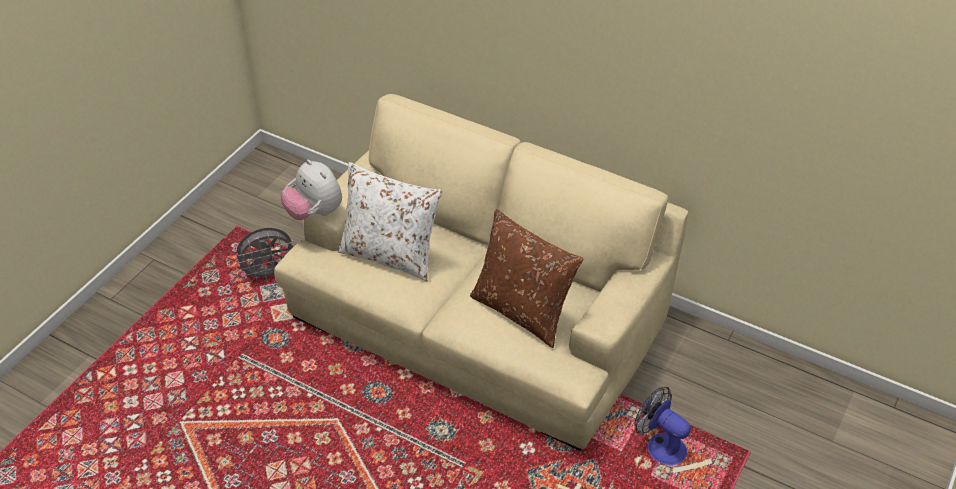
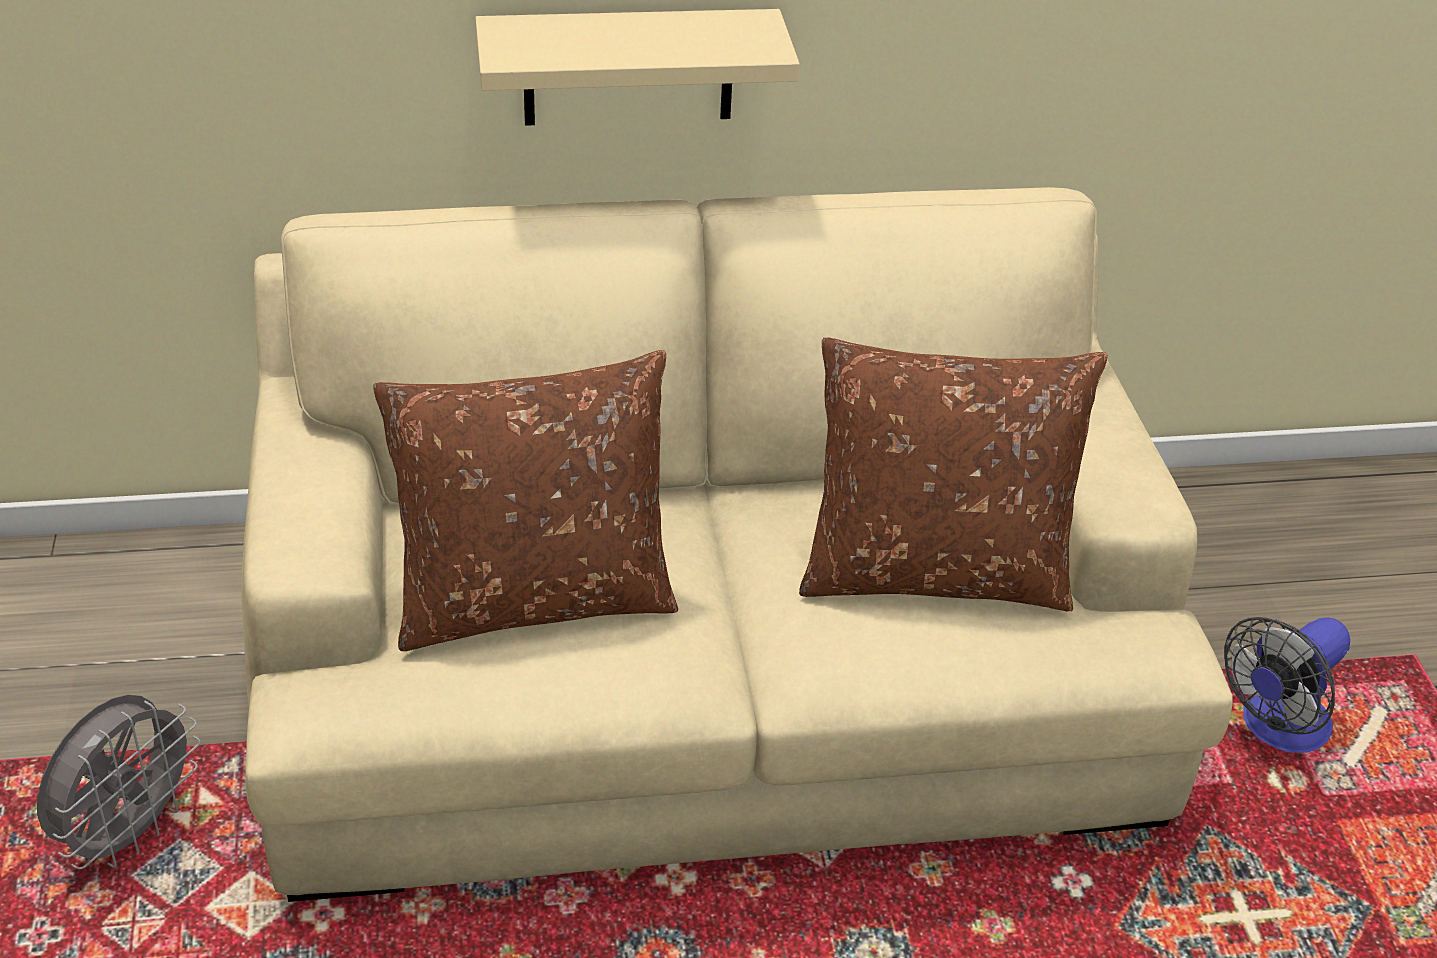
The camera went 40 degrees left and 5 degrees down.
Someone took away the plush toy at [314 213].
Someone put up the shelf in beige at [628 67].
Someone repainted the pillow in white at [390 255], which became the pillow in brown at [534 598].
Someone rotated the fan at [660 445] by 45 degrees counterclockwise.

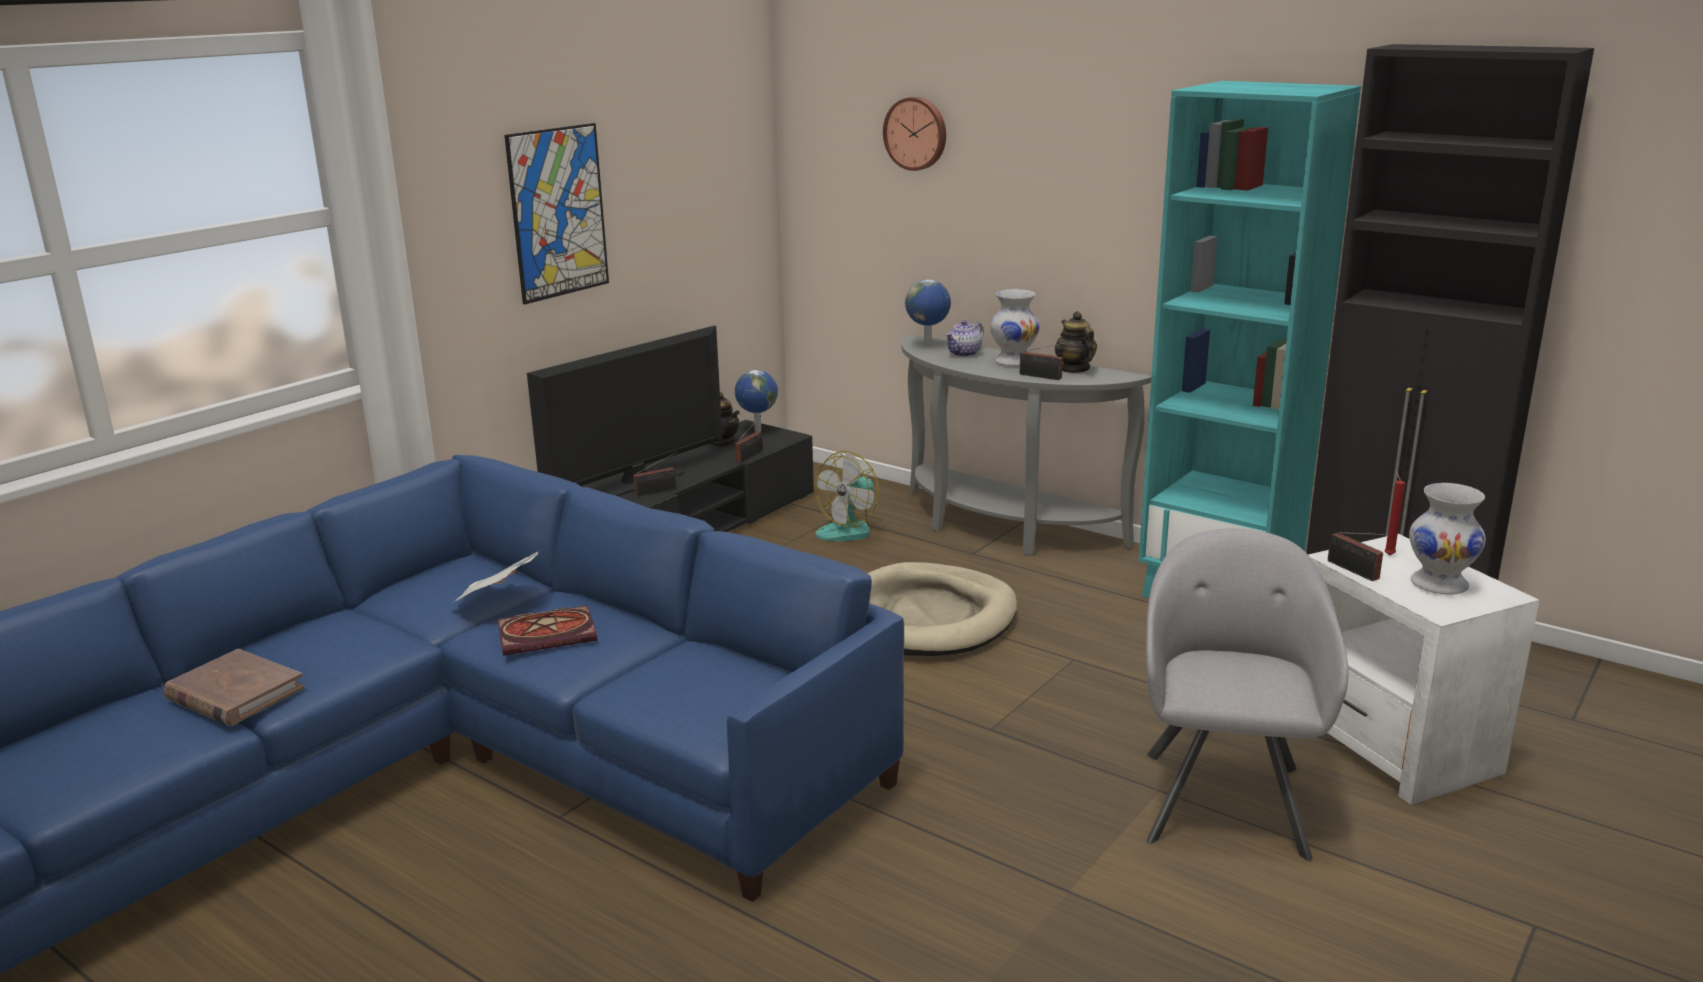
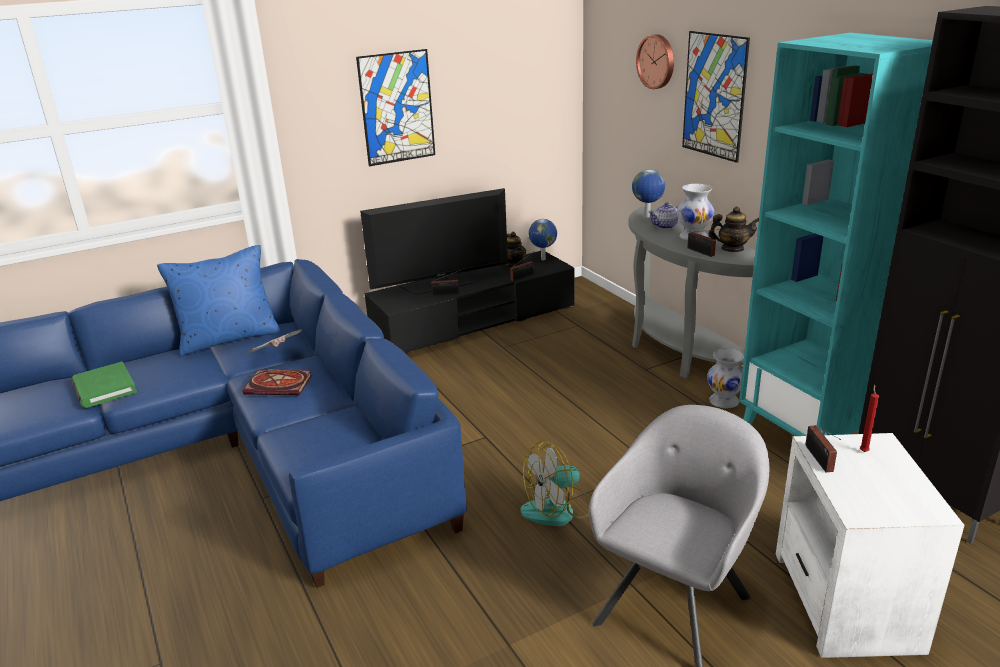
The camera went 25 degrees right and 5 degrees up.
Someone took away the dog bed in beige at [927 618].
Someone put down the pillow in blue at [229 338].
Someone put up the picture at [714 96].
Someone carried the fan from [852 530] to [559 509].
Someone carried the vase in white from [1438 585] to [723 401].
Someone repainted the book in brown at [234 694], which became the book in green at [104 388].
Someone rotated the teapot at [1074 369] by 90 degrees clockwise.

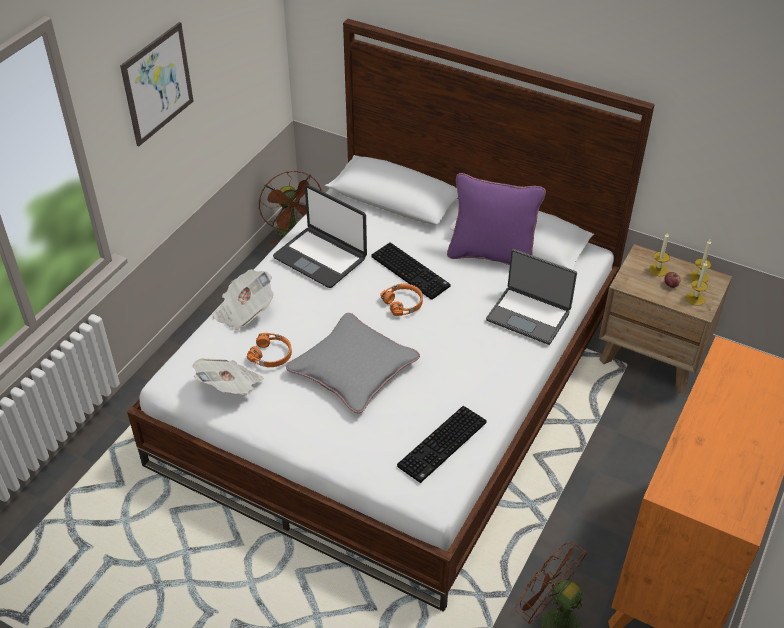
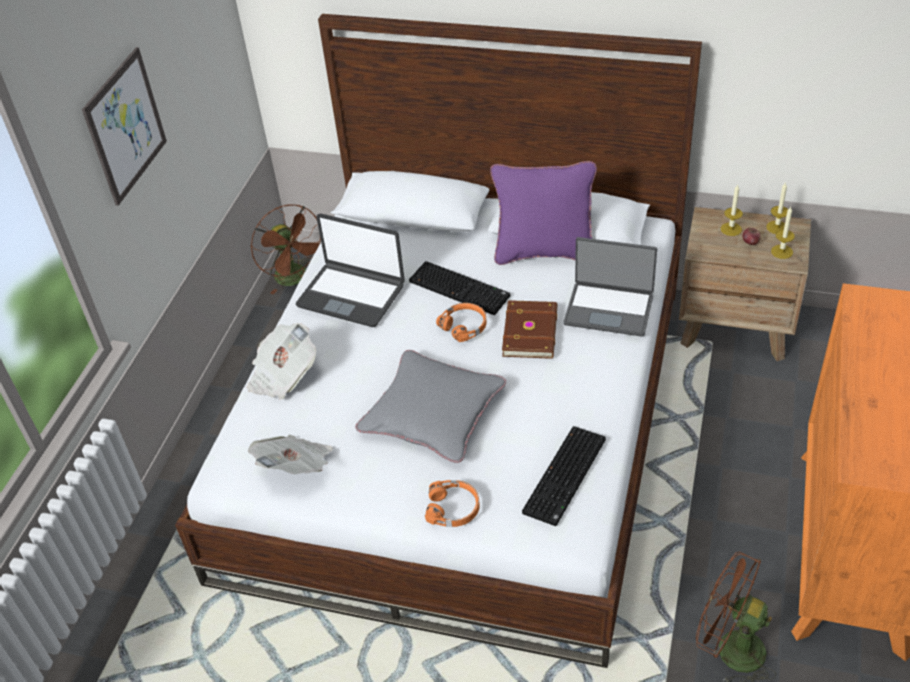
The camera went 10 degrees left and 0 degrees up.
Someone put down the book in brown at [531 332].
Someone carried the headphones in orange from [271 355] to [453 508].

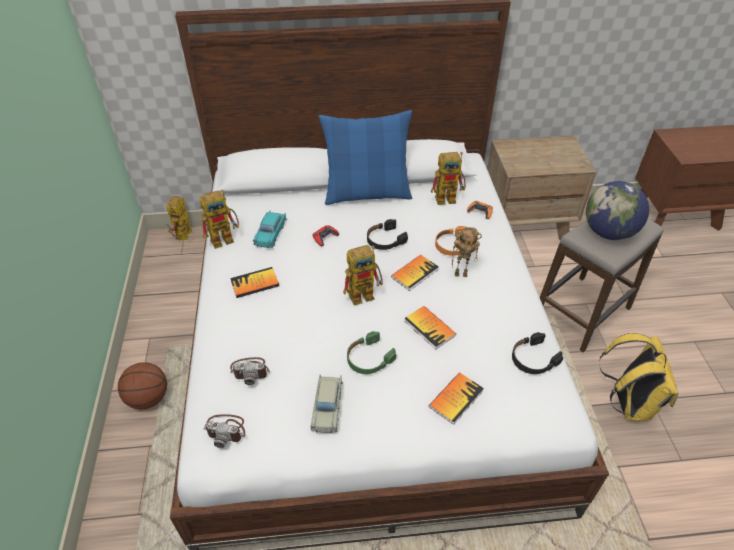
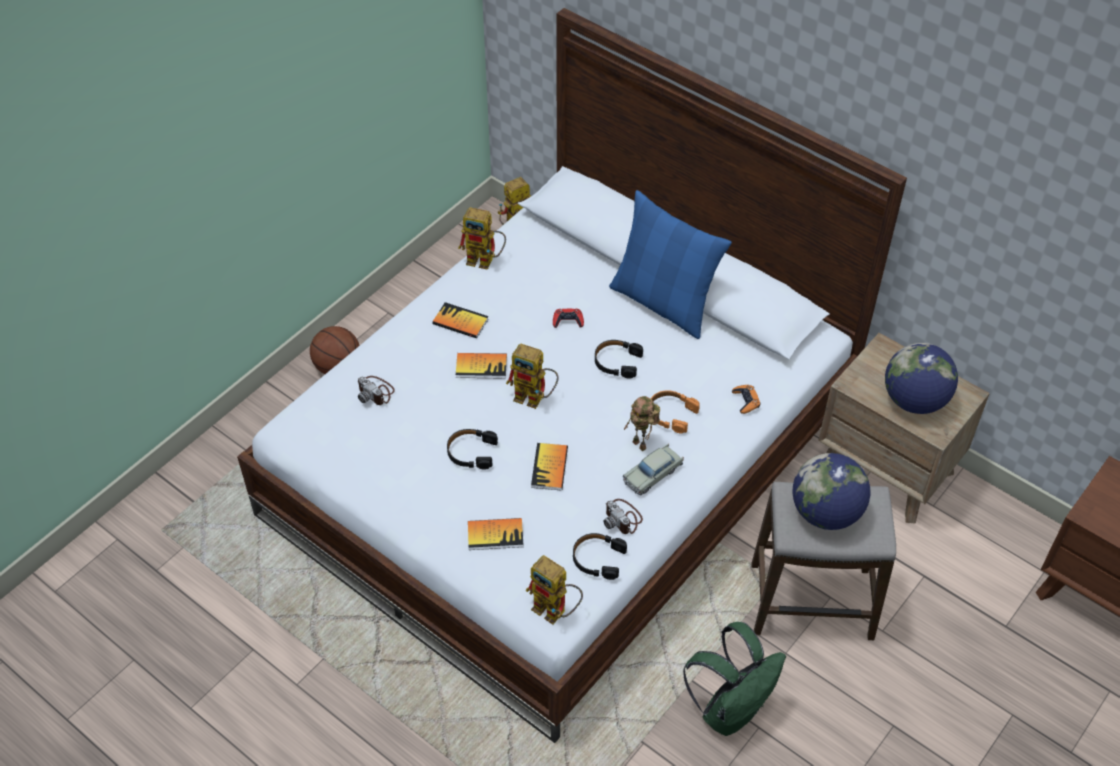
The camera went 45 degrees right and 5 degrees up.
Someone took away the toy car in turquoise at [271 233].
Someone put down the globe at [914 400].
Someone carried the photo camera from [226 430] to [623 518].
Someone carried the toy car in beige from [327 407] to [653 474].
Someone carried the book from [414 273] to [481 366].
Someone carried the toy robot from [449 198] to [556 611].
Someone repainted the headphones in green at [369 358], which became the headphones in black at [471 452].
Someone repainted the backpack in yellow at [627 402], which became the backpack in green at [731 709].

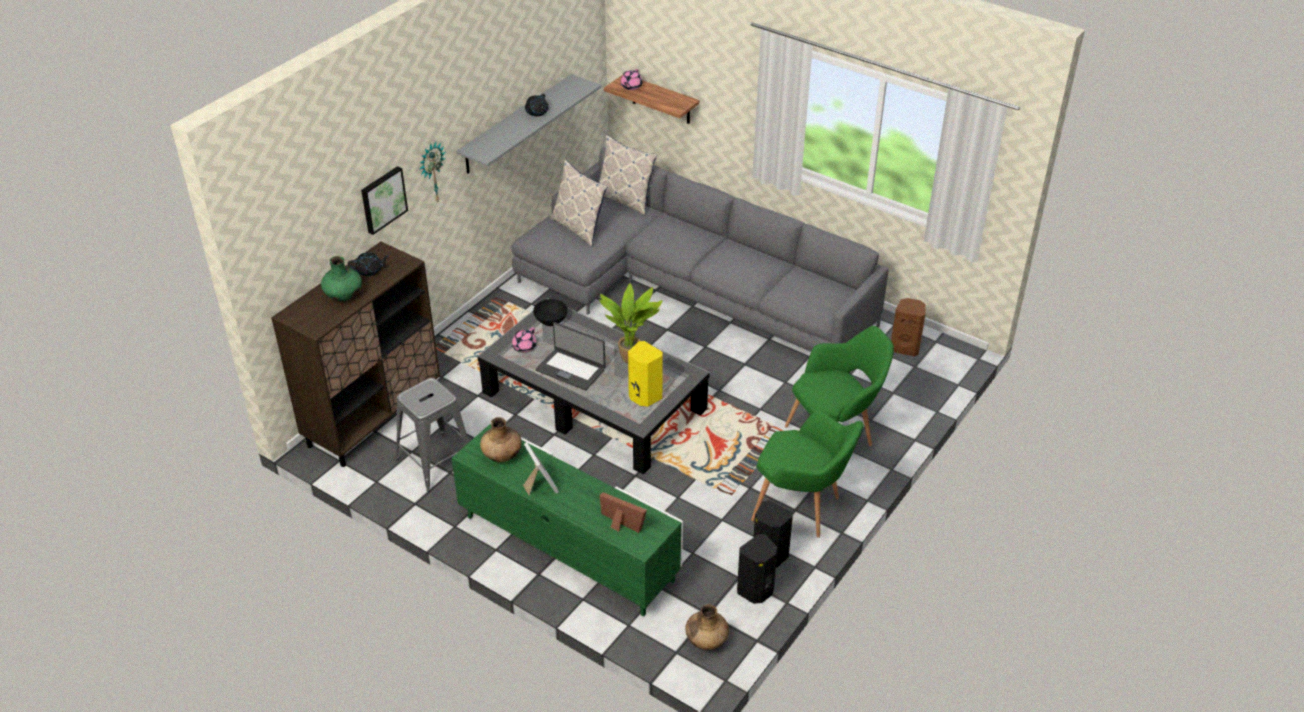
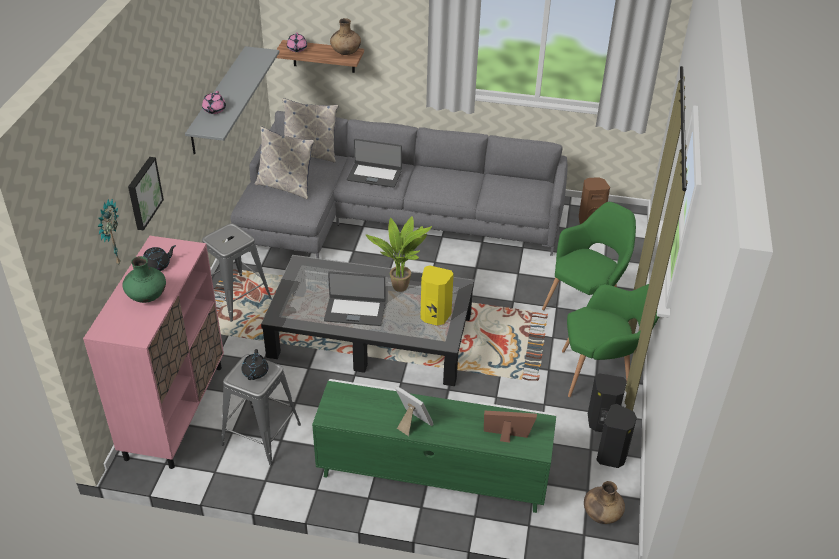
The camera went 25 degrees left and 0 degrees up.
Someone took away the bowl in black at [551 320].
Someone put down the stool in grey at [236 298].
Someone put down the laptop at [374 175].
Someone carried the wall clock from [431 172] to [108 234].
Someone carried the vase in brown from [502 455] to [345 52].
Someone carried the teapot in pink from [524 347] to [214 110].
Someone carried the teapot in black from [536 112] to [255 372].
Someone repainted the cabinet in brown at [374 417], which became the cabinet in pink at [175 411].

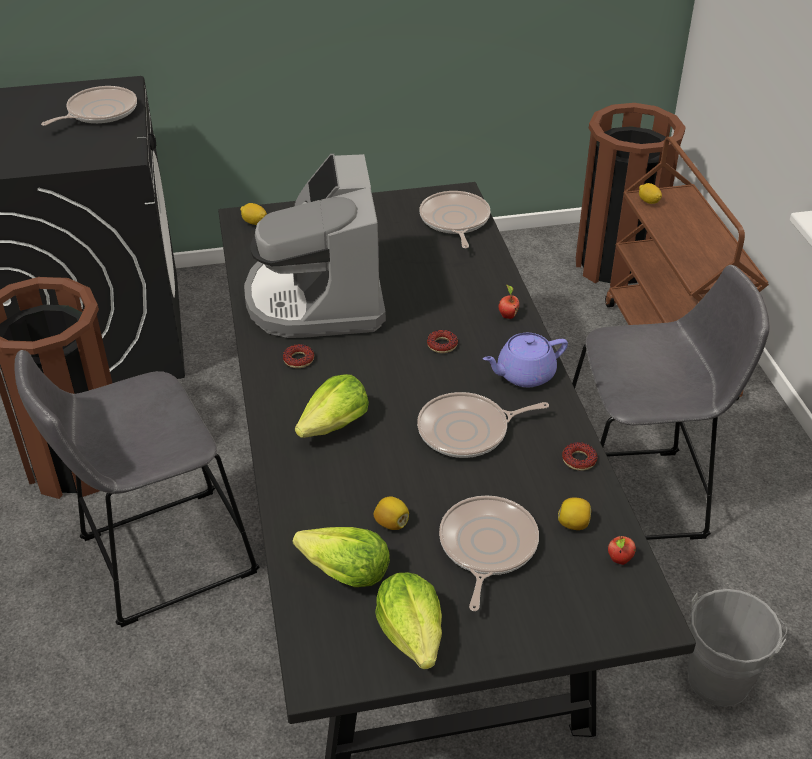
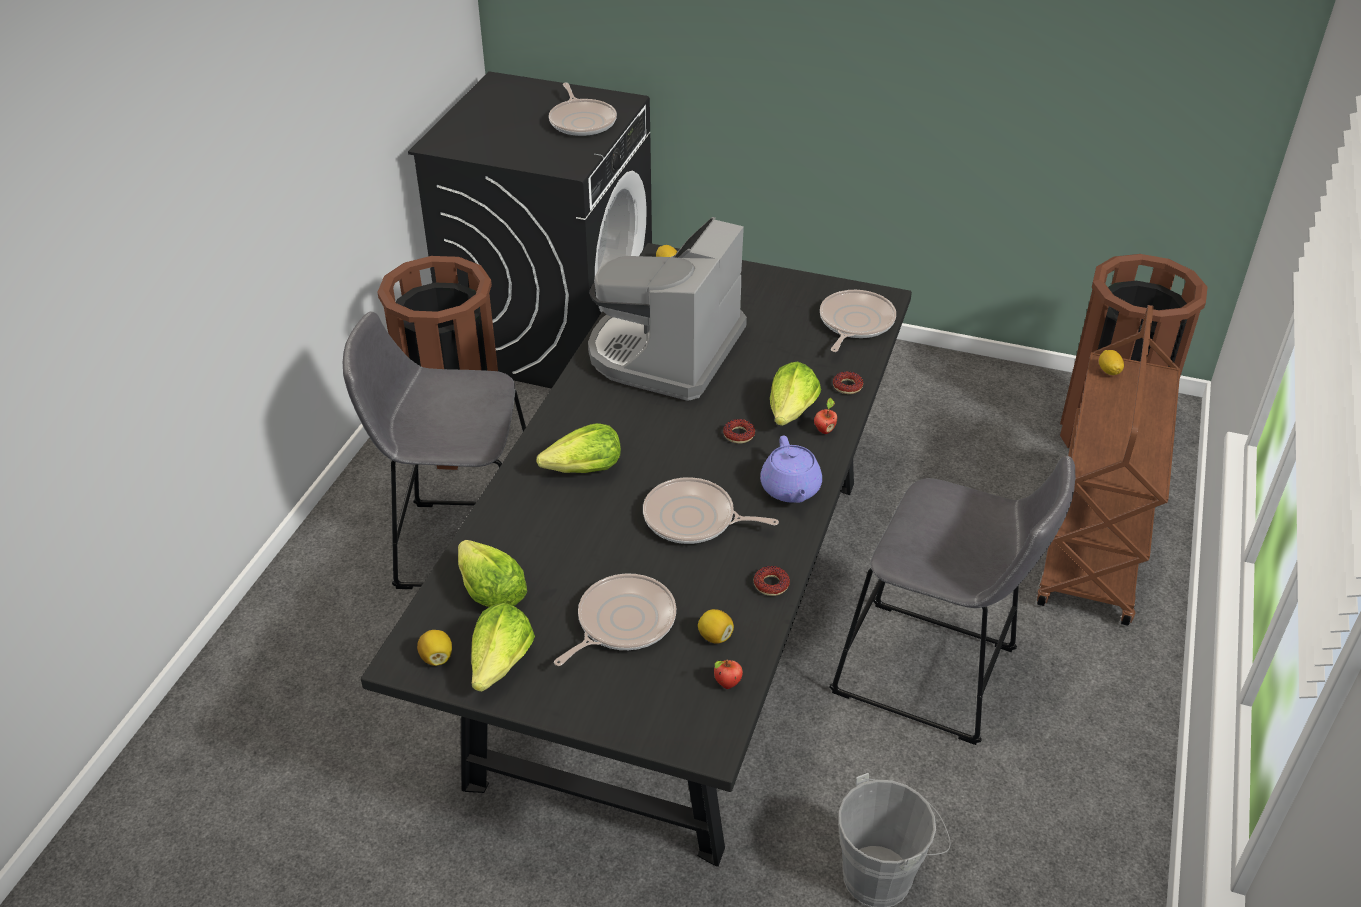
The camera went 30 degrees right and 0 degrees up.
Someone put down the lettuce at [792 412].
Someone carried the donut from [298 360] to [847 386].
Someone carried the lemon from [391 523] to [436 657].
Someone rotated the frying pan at [99 112] by 90 degrees clockwise.
Someone rotated the teapot in purple at [524 374] by 105 degrees counterclockwise.

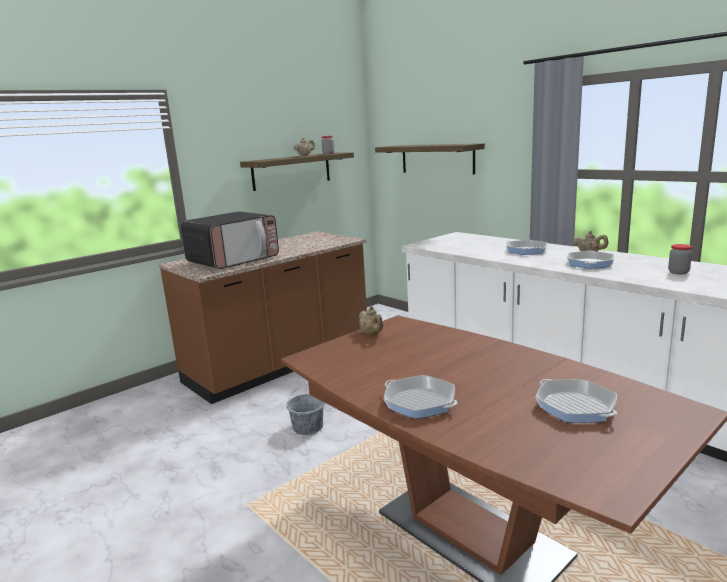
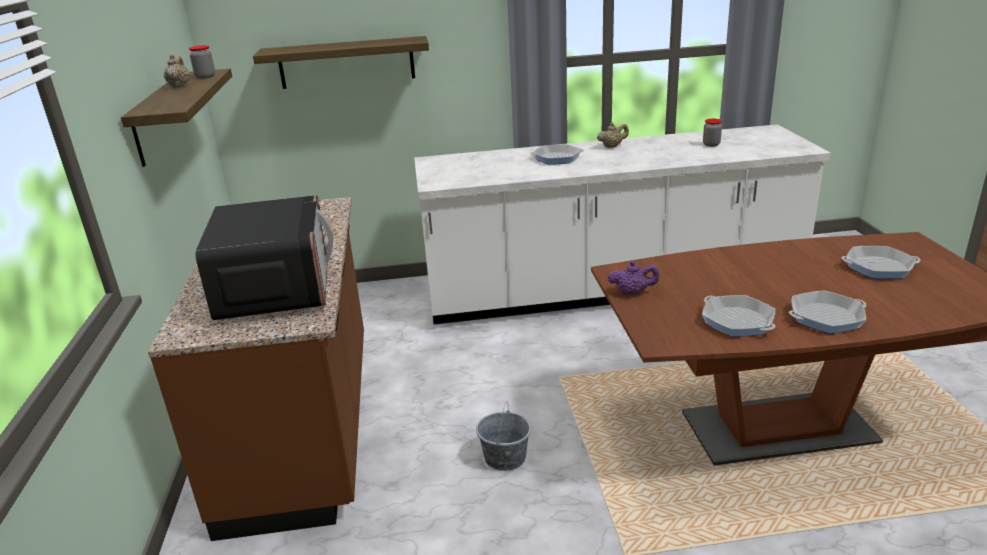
The camera went 55 degrees left and 10 degrees up.
Someone carried the frying pan from [589 263] to [737 321].
Someone repainted the teapot in beige at [372 334], which became the teapot in purple at [632 292].

